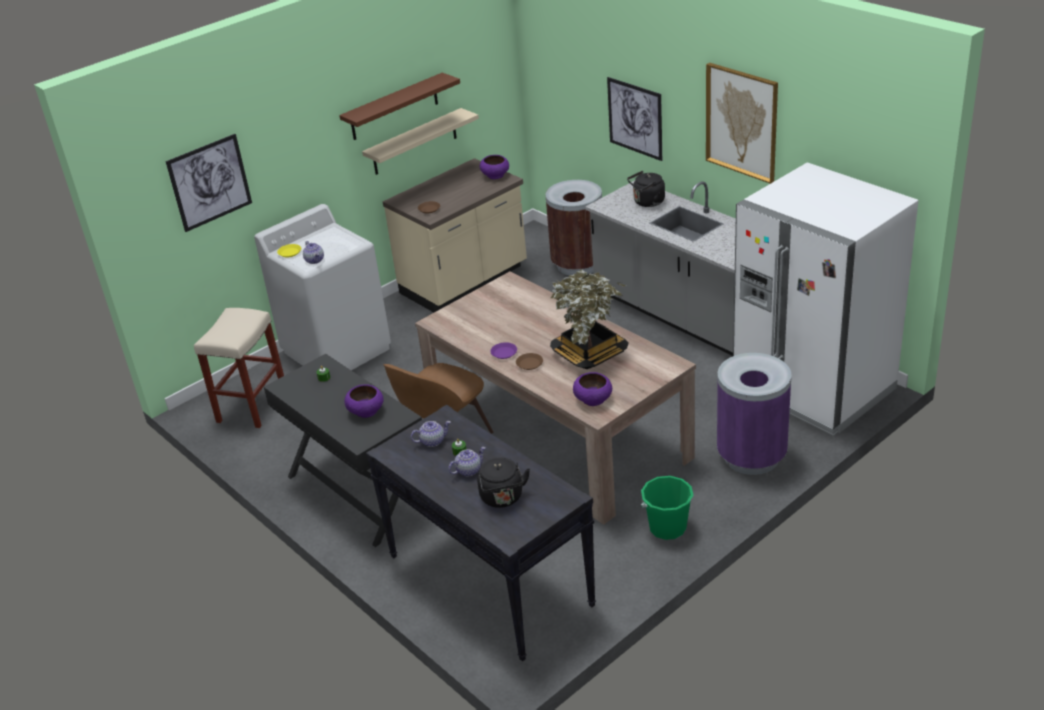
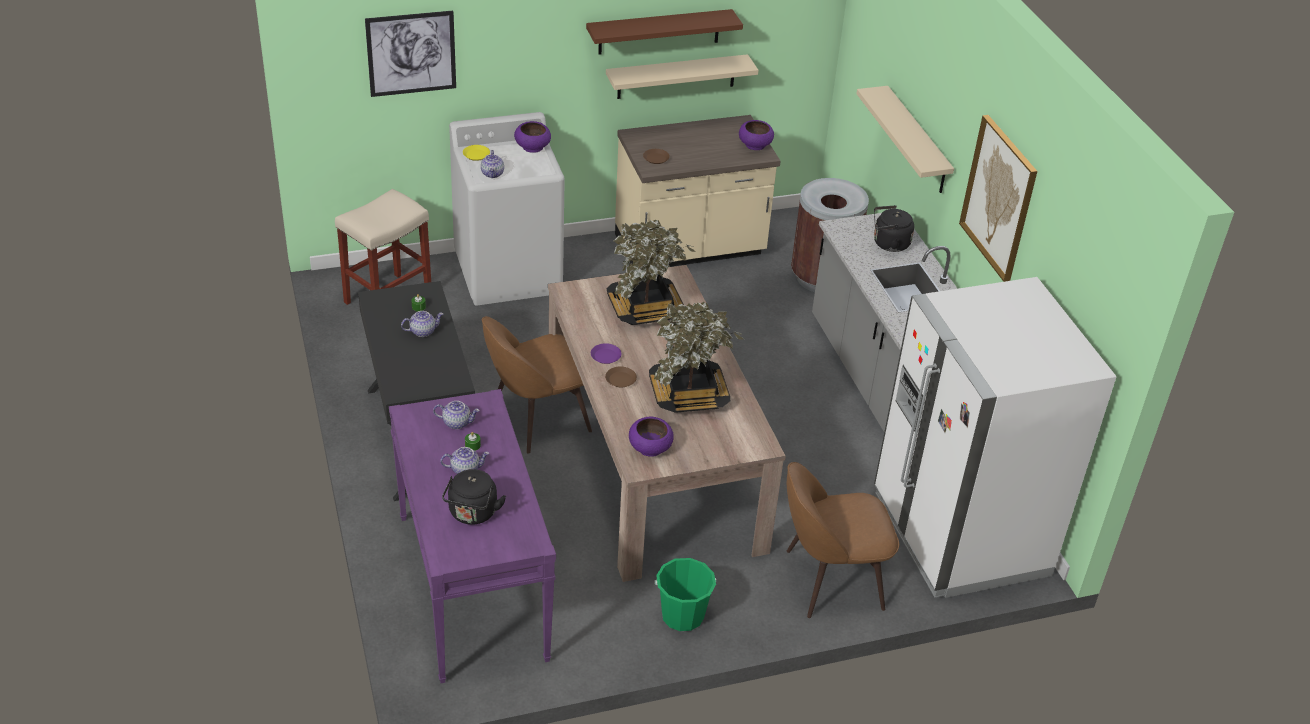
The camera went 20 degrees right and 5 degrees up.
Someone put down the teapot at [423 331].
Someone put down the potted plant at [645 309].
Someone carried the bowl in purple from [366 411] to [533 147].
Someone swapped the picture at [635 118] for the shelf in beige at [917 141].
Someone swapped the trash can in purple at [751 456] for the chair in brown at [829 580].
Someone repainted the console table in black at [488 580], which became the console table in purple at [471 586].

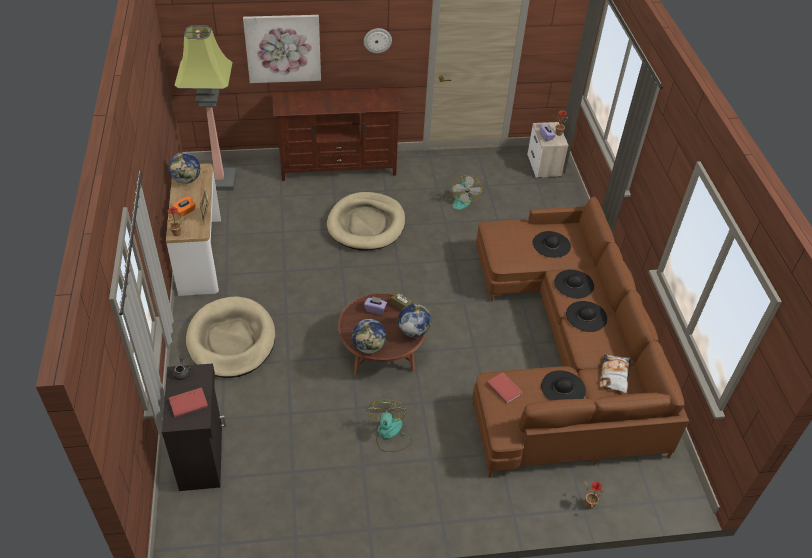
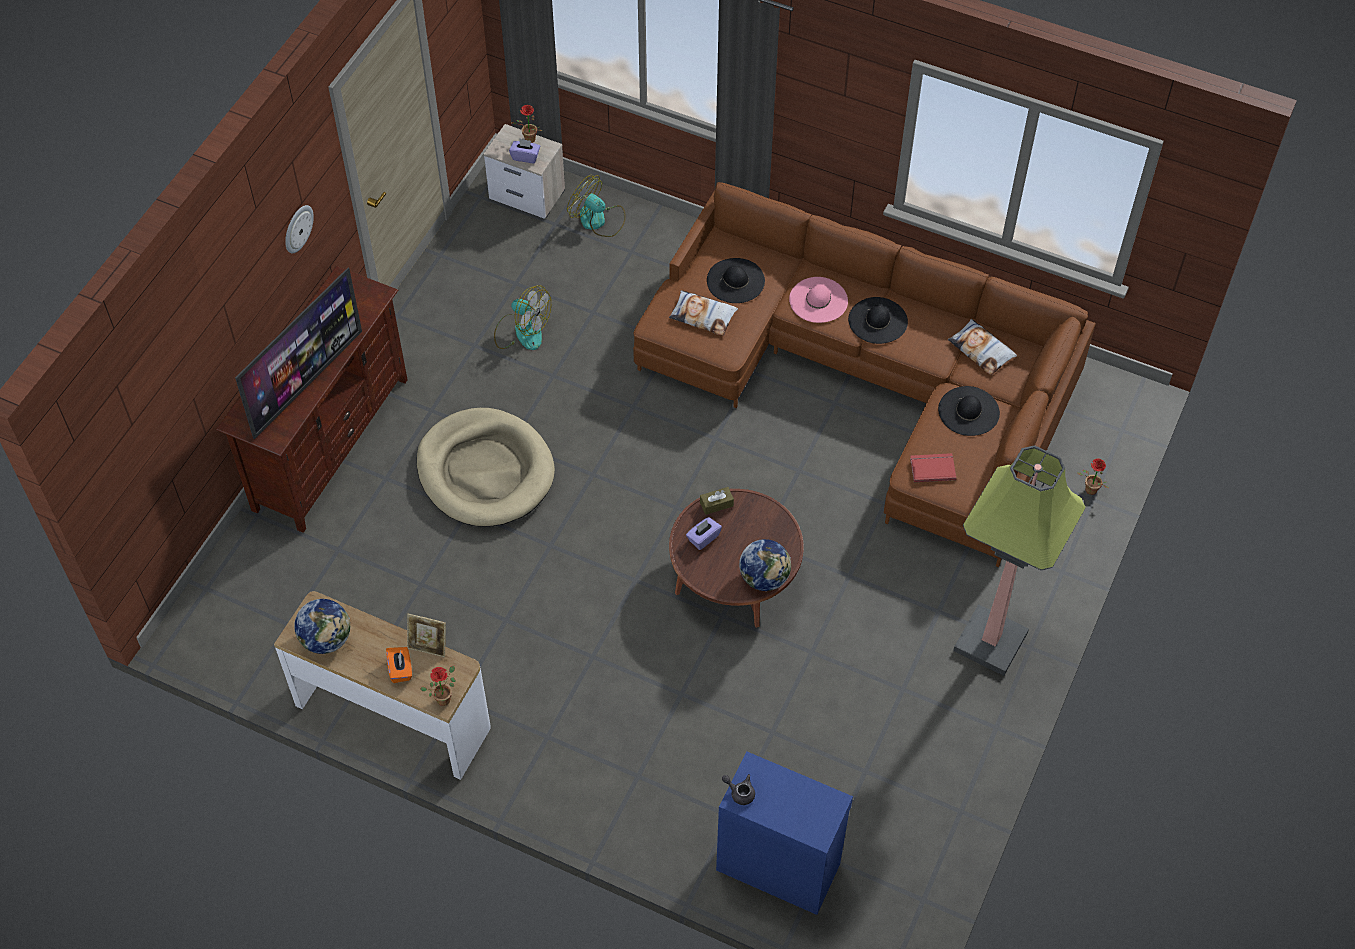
The camera went 55 degrees left and 10 degrees up.
Someone took away the book in red at [188 402].
Someone took away the dog bed in beige at [231 340].
Someone took away the picture at [283 48].
Someone took away the globe at [413 331].
Someone put down the television at [306 382].
Someone put down the pillow at [703 316].
Someone carried the floor lamp from [219 181] to [990 643].
Someone carried the fan from [389 434] to [598 220].
Someone repainted the cabinet in black at [202 456], which became the cabinet in blue at [778 865].
Someone repainted the hat in black at [574 284], which became the hat in pink at [818 300].

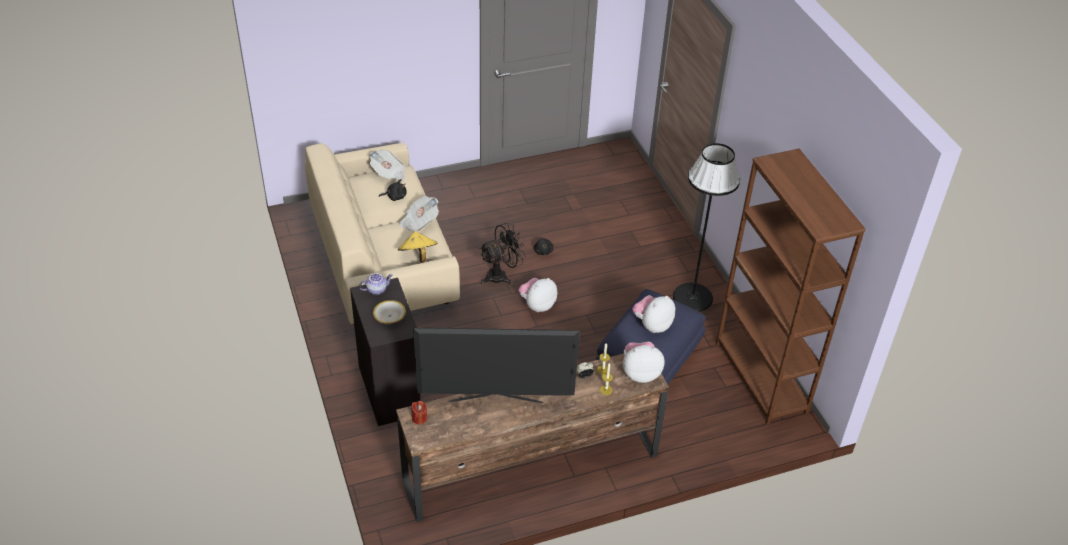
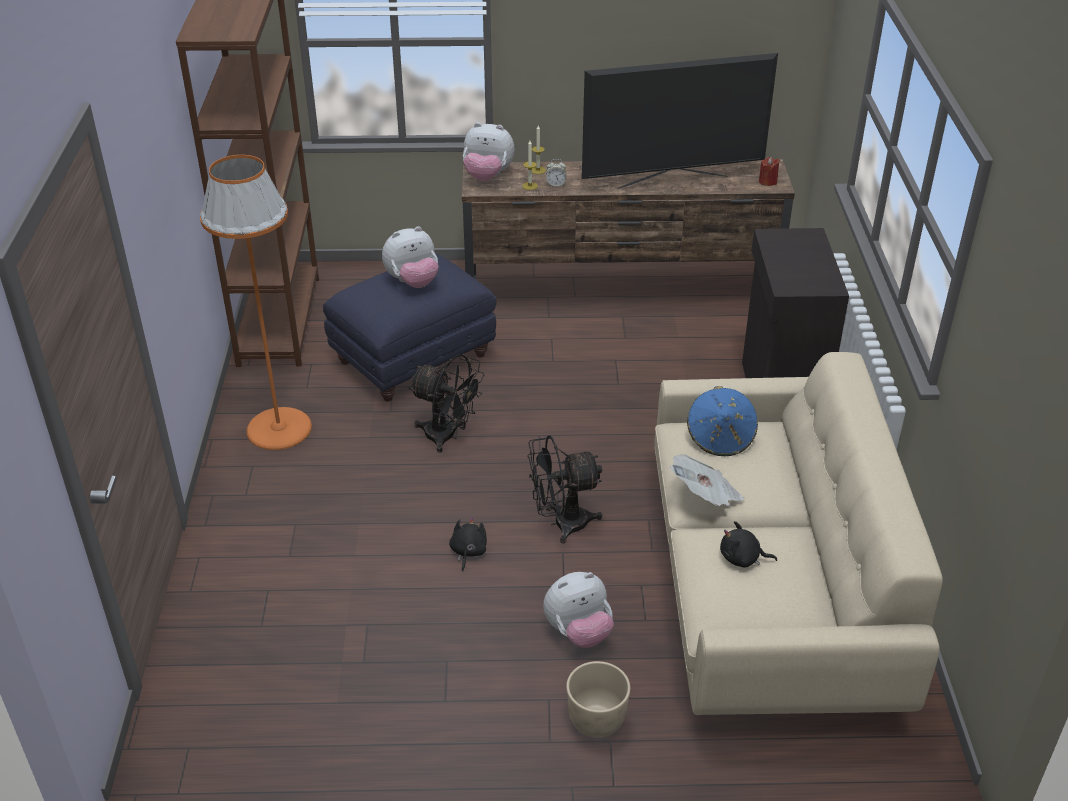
The camera went 160 degrees left and 5 degrees down.
Someone took away the teapot at [376 289].
Someone took away the newspaper at [389 174].
Someone took away the bowl at [389 316].
Someone put down the fan in black at [448 436].
Someone put down the planter in beige at [596 722].
Someone carried the plush toy from [537 305] to [578 632].
Someone repainted the hat in yellow at [418 255], which became the hat in blue at [720 438].
Someone repainted the floor lamp in black at [693 297], which became the floor lamp in orange at [278 428].
Someone rotated the television at [495 400] by 150 degrees clockwise.

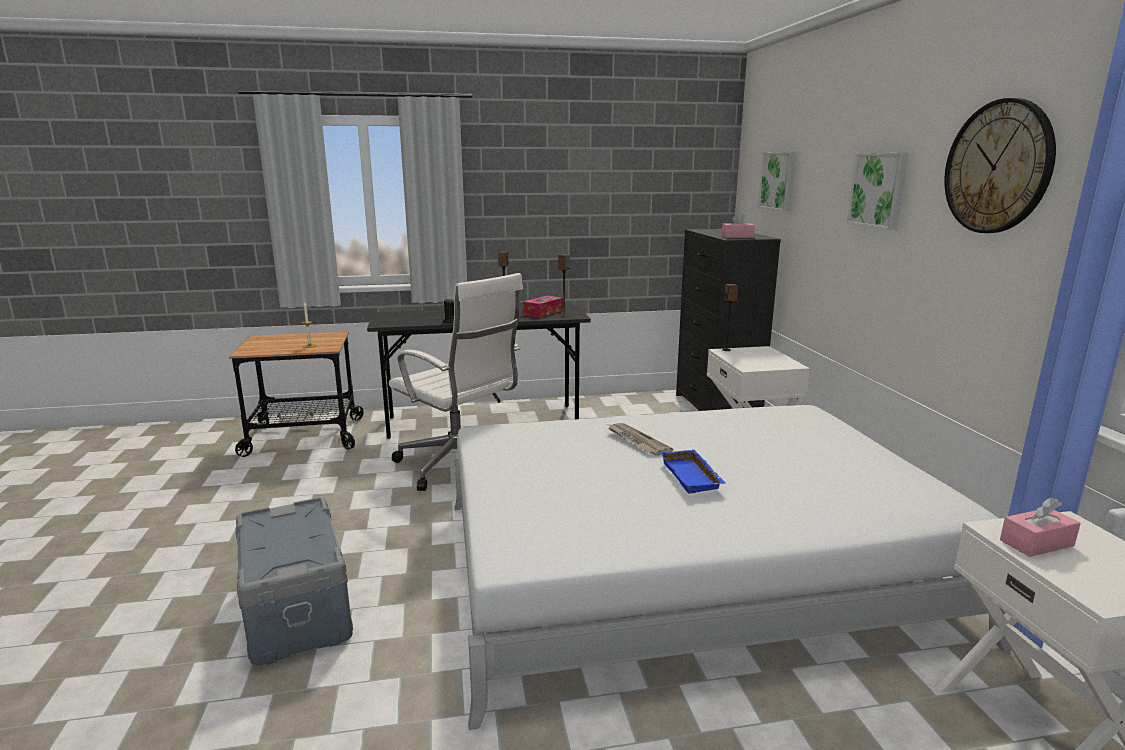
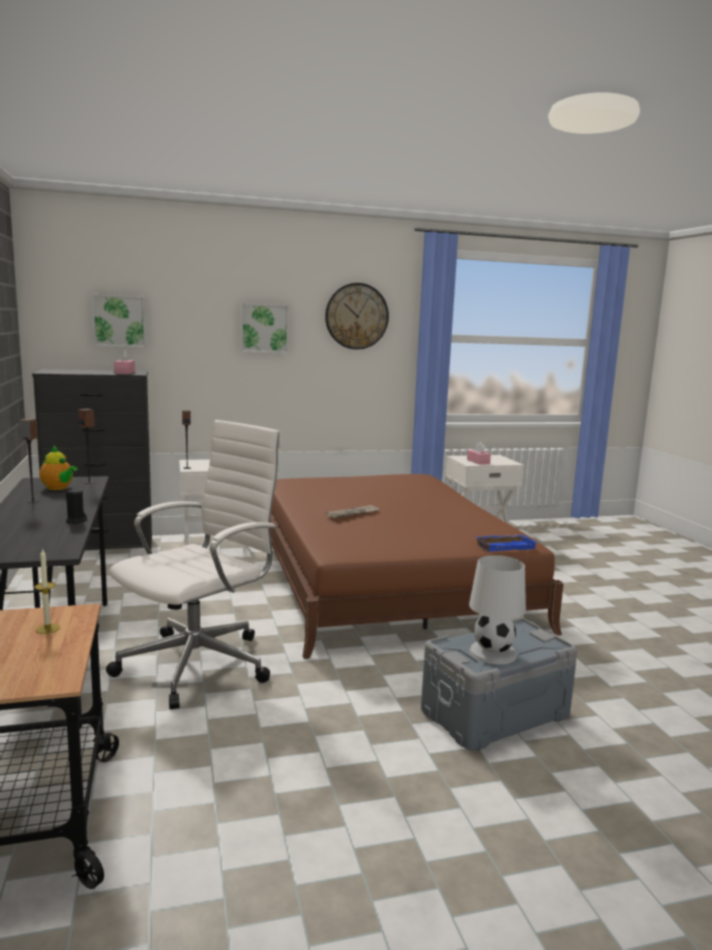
The camera went 95 degrees left and 5 degrees down.
Someone put down the table lamp in white at [493 653].
Someone carried the tray in blue from [693 476] to [505 546].
Someone swapped the tissue box at [543 312] for the teapot at [58 488].
Someone repainted the bed in white at [684 566], which became the bed in brown at [384 578].

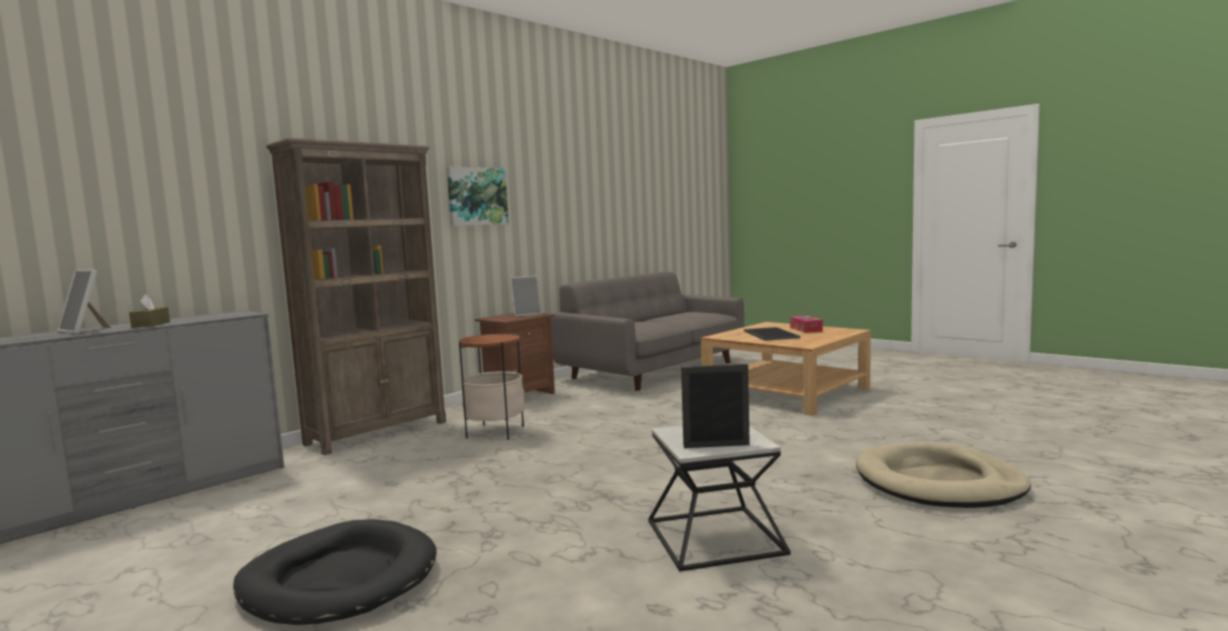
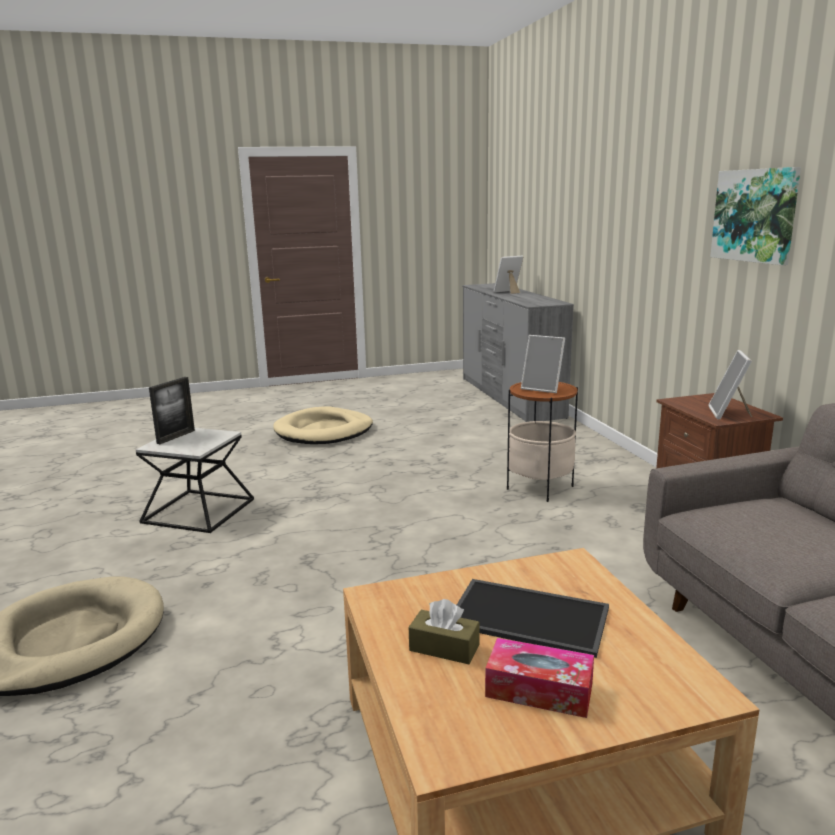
The camera went 120 degrees right and 10 degrees up.
Someone took away the bookcase in brown at [378 432].
Someone put down the picture frame at [543 388].
Someone carried the tissue box in brown from [151 324] to [444 648].
Someone repainted the dog bed in black at [339 579], which became the dog bed in beige at [324 431].

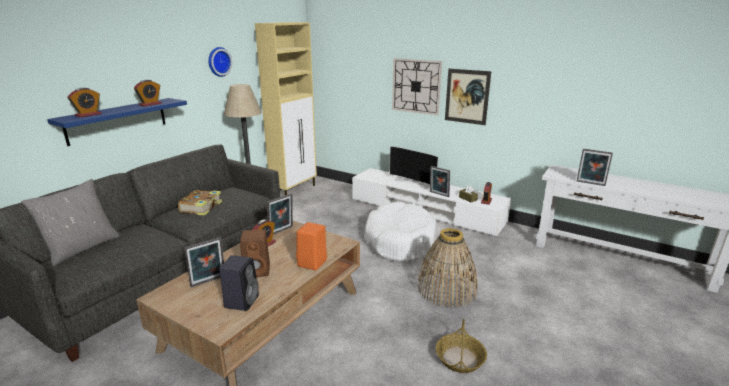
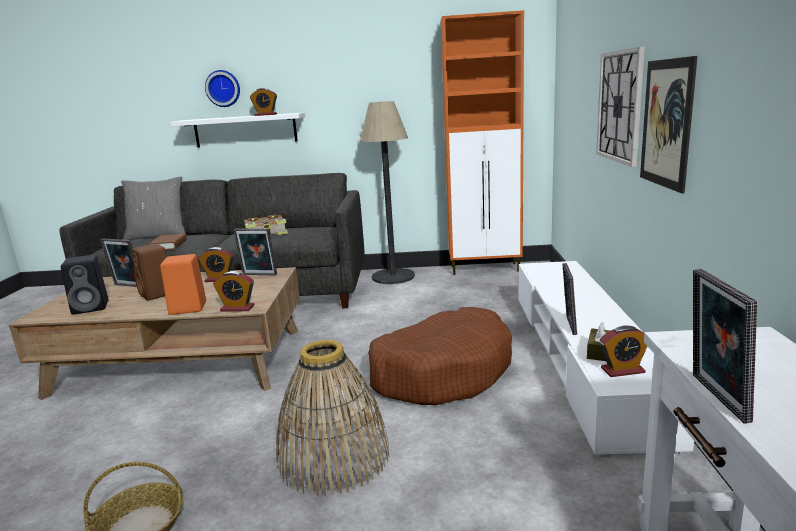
The camera went 60 degrees right and 5 degrees down.
Someone took away the television at [414 182].
Someone put down the book in brown at [168 245].
Someone carried the alarm clock from [88 115] to [237 308].
Someone carried the wall clock from [218 61] to [223 88].
Someone repainted the shelf in blue at [117 120], which became the shelf in white at [245 130].
Someone repainted the cabinet in beige at [294 190], which became the cabinet in orange at [485 269].
Someone repainted the dog bed in white at [399 241], which became the dog bed in brown at [442 372].

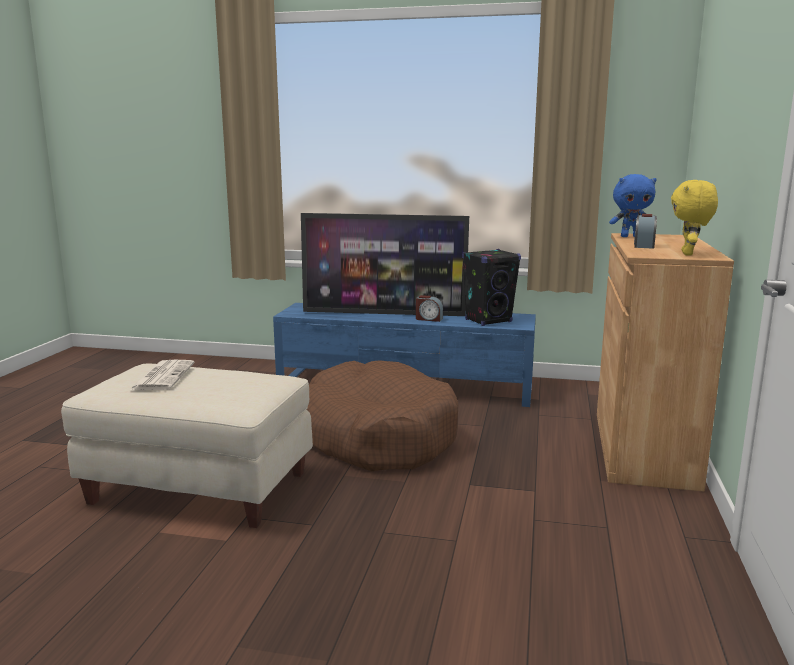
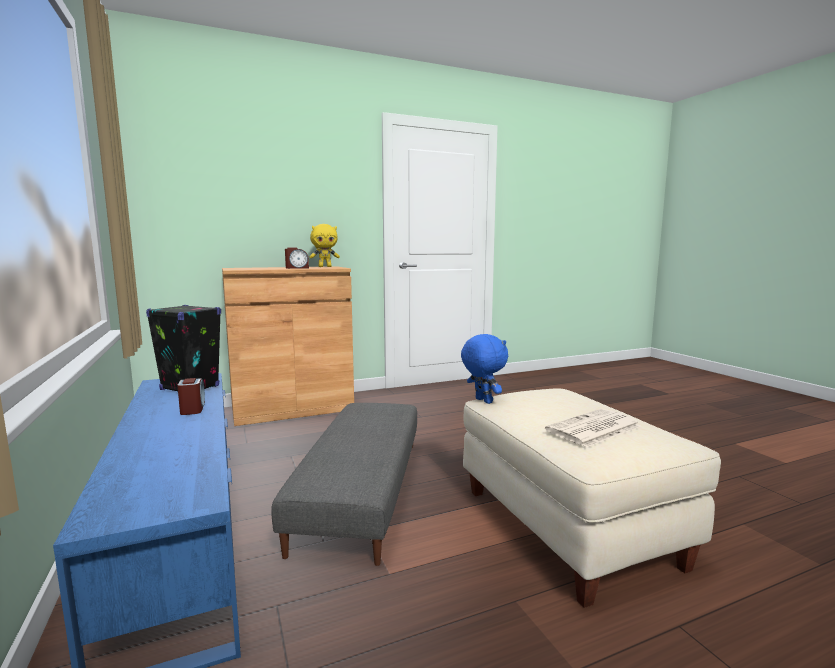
The camera went 125 degrees left and 5 degrees down.
Someone took away the television at [384 313].
Someone carried the plush toy in blue from [630 237] to [482 401].
Someone swapped the dog bed in brown at [376 436] for the ottoman in grey at [361 490].

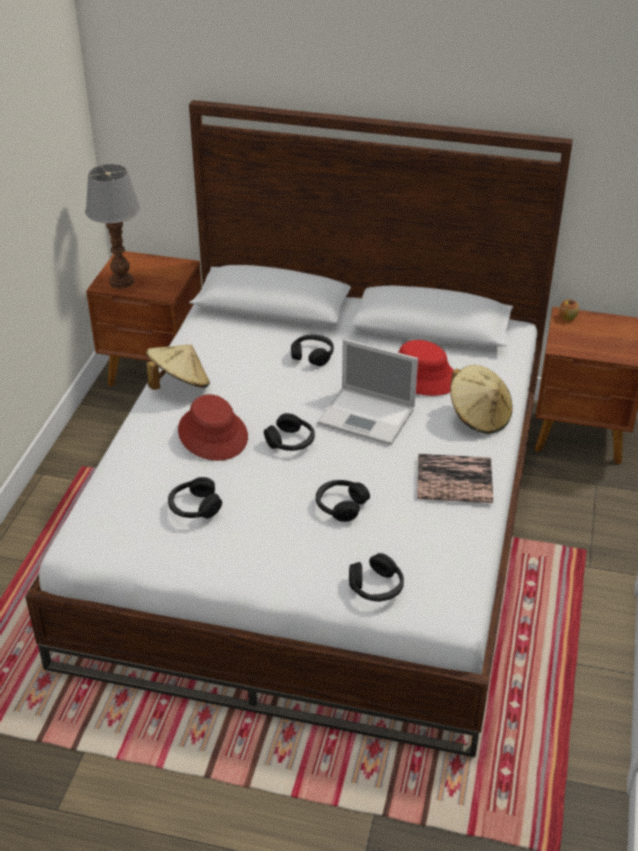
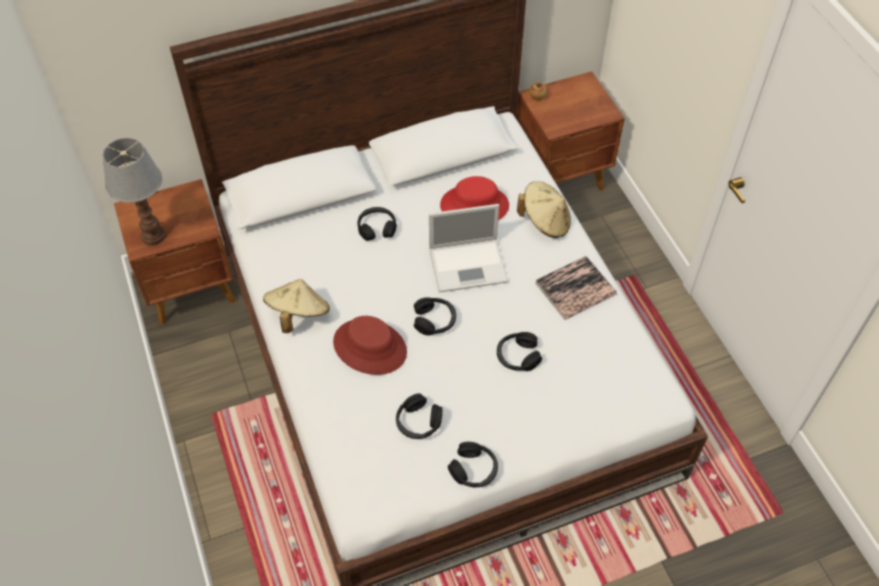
The camera went 35 degrees left and 15 degrees up.
Someone carried the headphones in black from [376 587] to [474 470].

